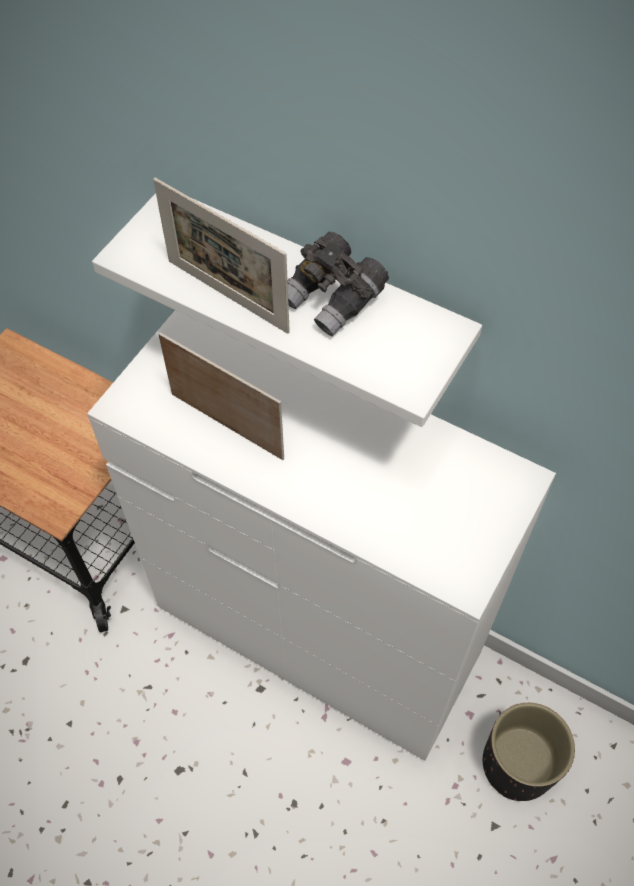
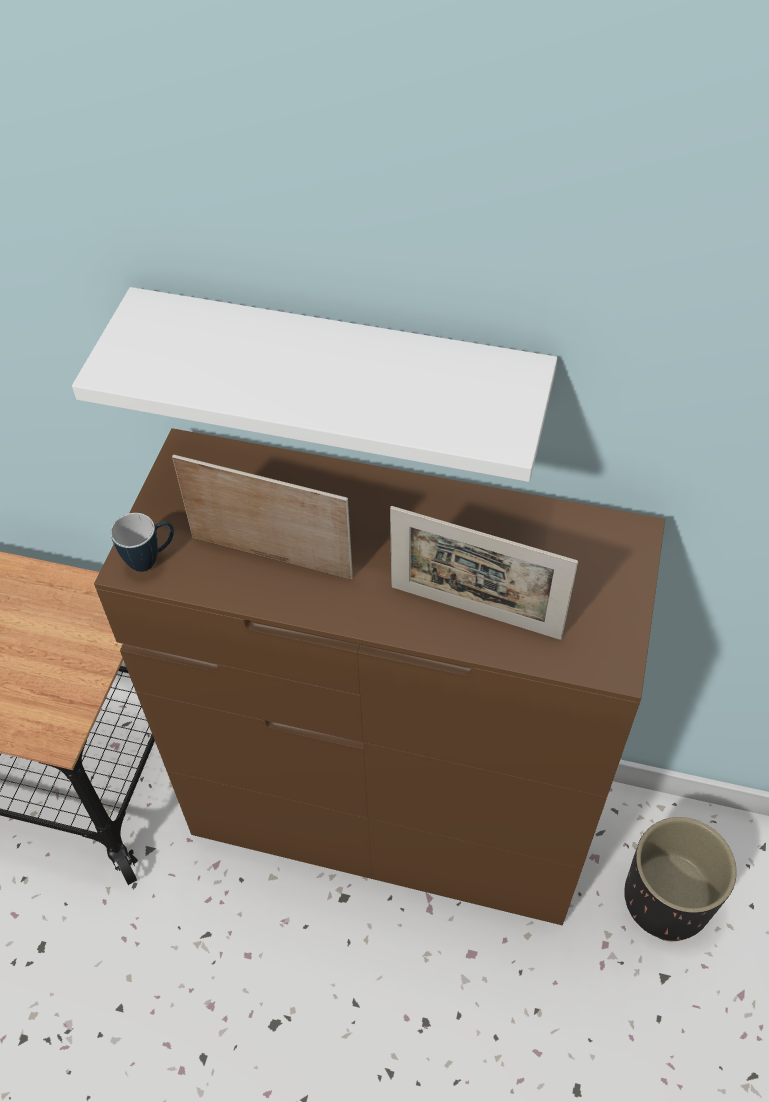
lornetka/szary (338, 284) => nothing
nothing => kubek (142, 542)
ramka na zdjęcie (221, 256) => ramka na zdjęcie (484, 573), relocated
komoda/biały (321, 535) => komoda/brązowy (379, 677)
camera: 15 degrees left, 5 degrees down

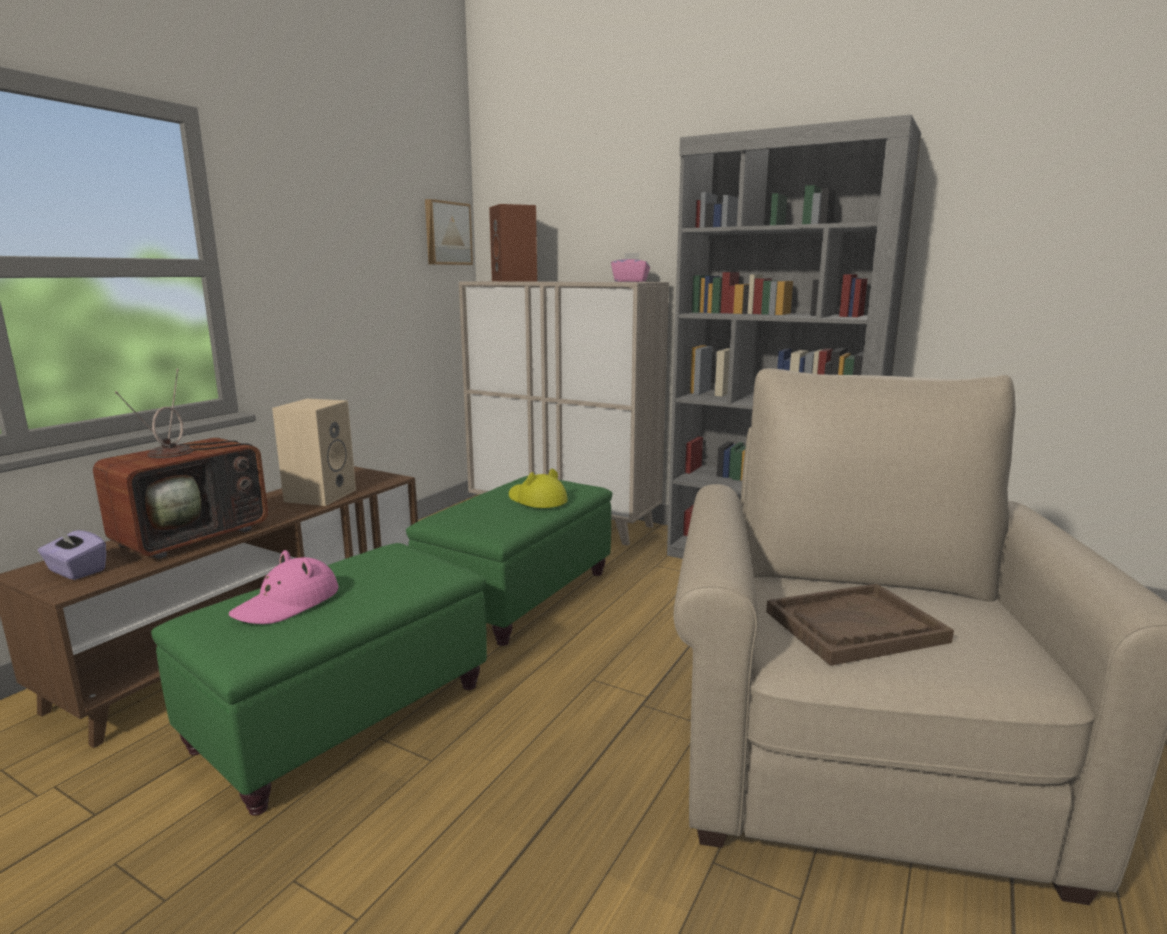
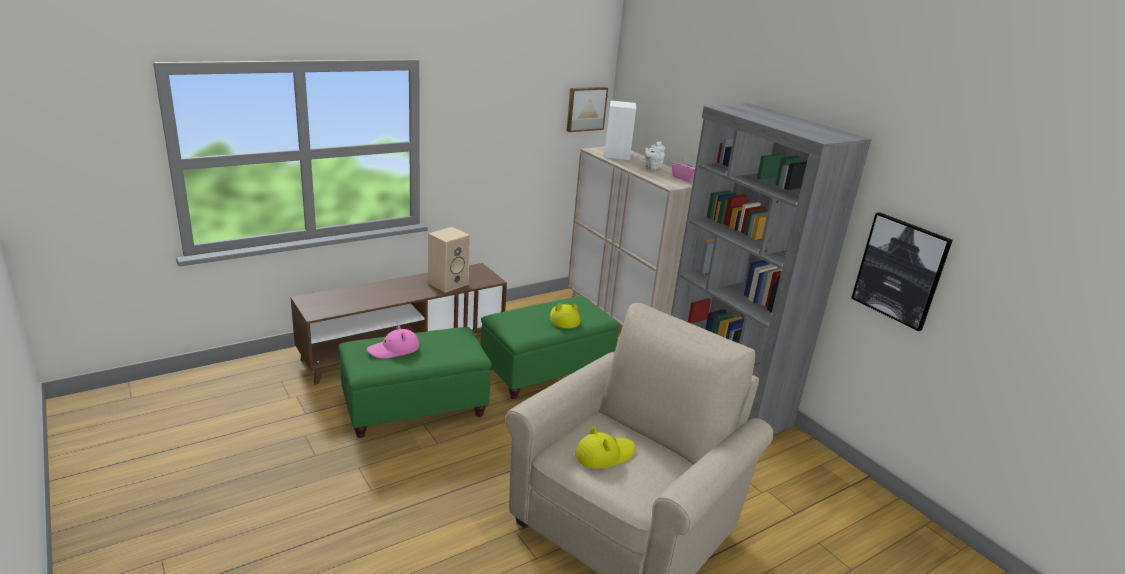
pudełko chusteczek/fioletowy (72, 553) => nothing
telewizor (181, 464) => nothing
nothing => imbryk/biały (655, 155)
nothing => obraz (902, 271)
taca/brązowy (860, 625) => kapelusz/żółty (605, 448)
głośnik/brązowy (513, 243) => głośnik/biały (620, 130)
camera: 25 degrees right, 10 degrees up

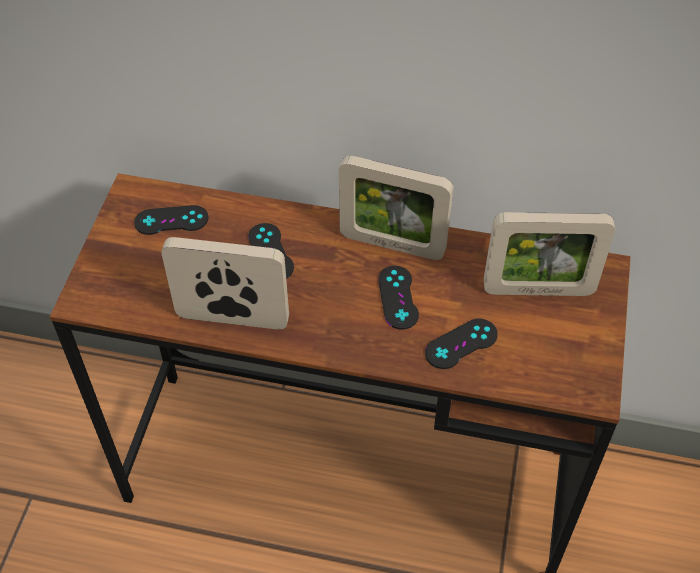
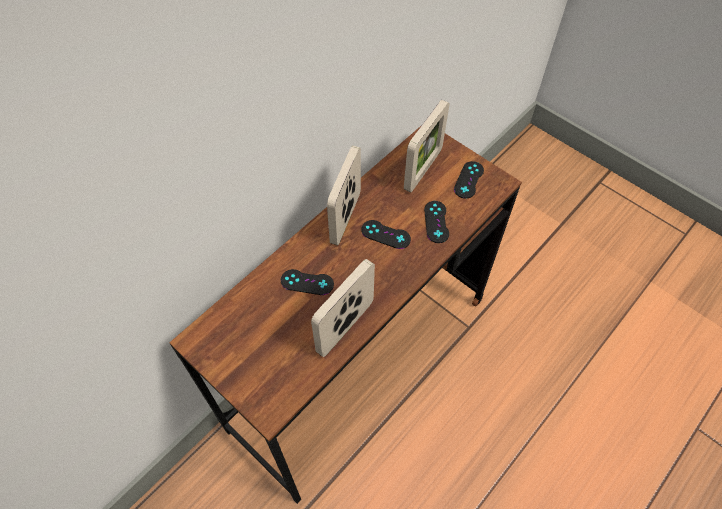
pad do gier/czarny (171, 220) => pad do gier/czarny (469, 180), relocated
ramka na zdjęcie (396, 208) => ramka na zdjęcie (344, 195), 150 degrees clockwise
camera: 60 degrees left, 5 degrees up

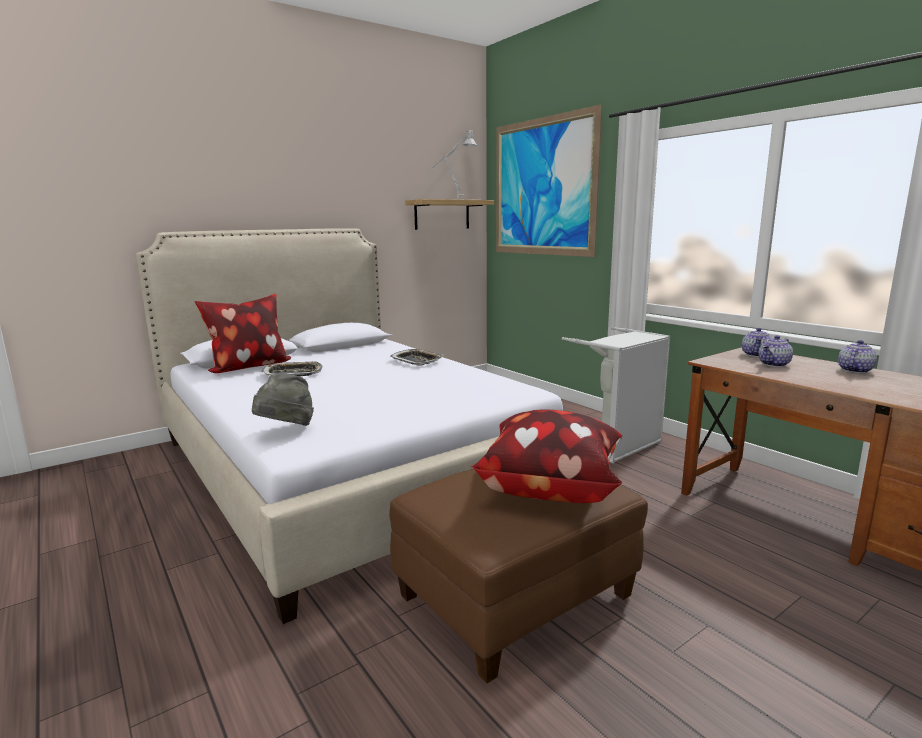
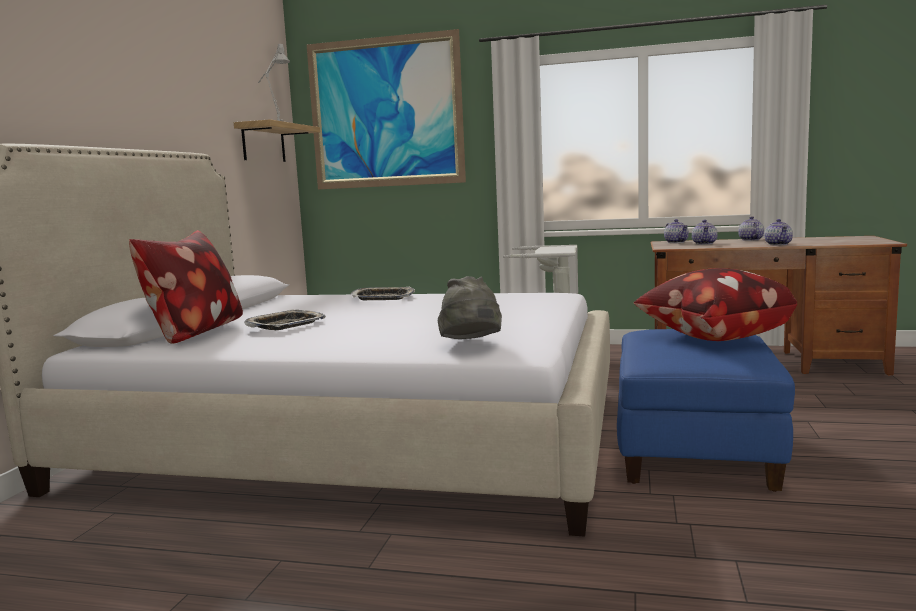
nothing => imbryk (778, 232)
pufa/brązowy (518, 576) => pufa/niebieski (706, 410)
camera: 40 degrees left, 5 degrees down

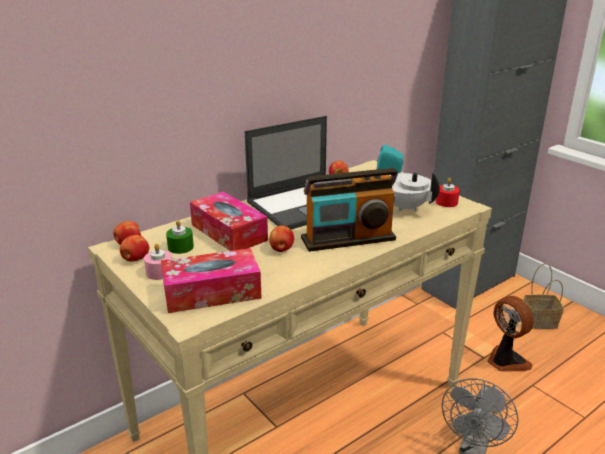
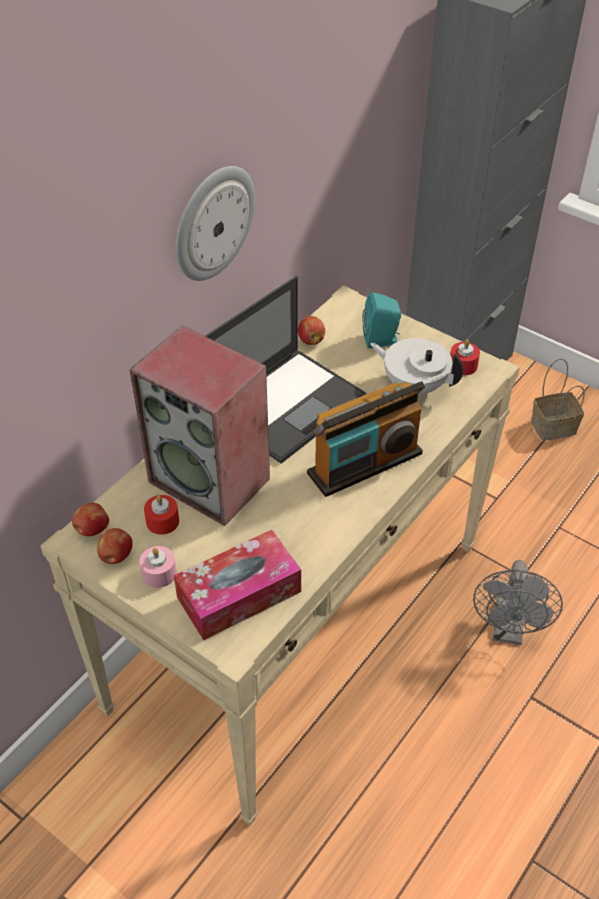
jabłko (281, 238) => nothing
wentylator (510, 334) => nothing
nothing => zegar ścienny (215, 223)
pudełko chusteczek (229, 221) => głośnik (200, 425)
świeca/zielony (180, 237) => świeca/czerwony (161, 515)
camera: 15 degrees left, 20 degrees up

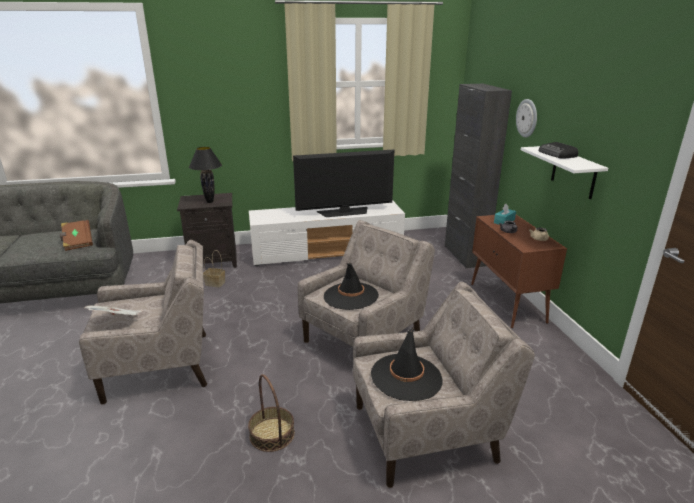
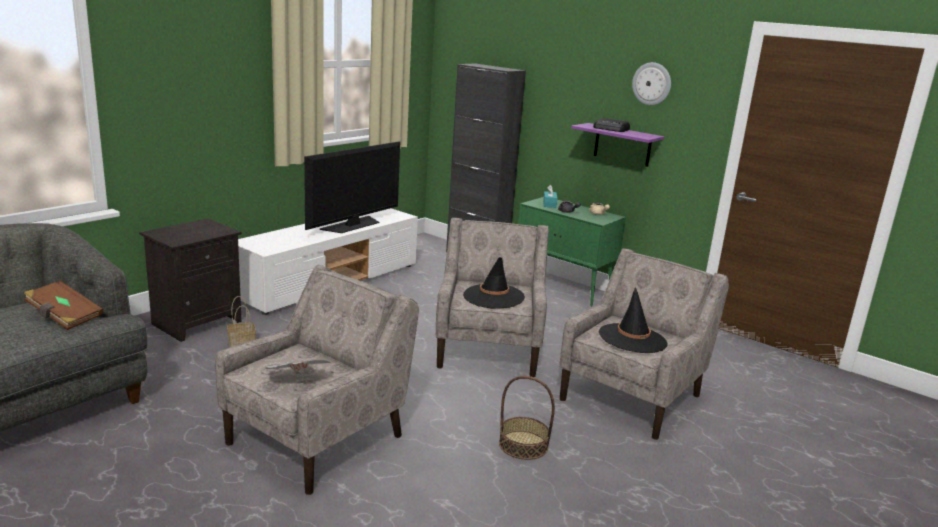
lampa stołowa/czarny (205, 175) => nothing
zegar ścienny (526, 118) => zegar ścienny (651, 83), relocated
szafka/brązowy (519, 271) => szafka/zielony (572, 251)
półka/biały (564, 172) => półka/fioletowy (617, 145)
camera: 40 degrees left, 5 degrees down

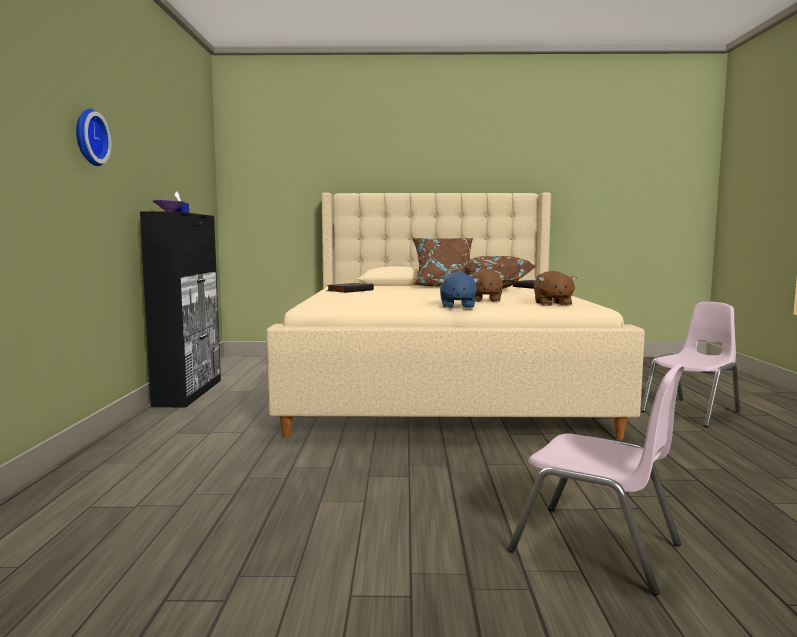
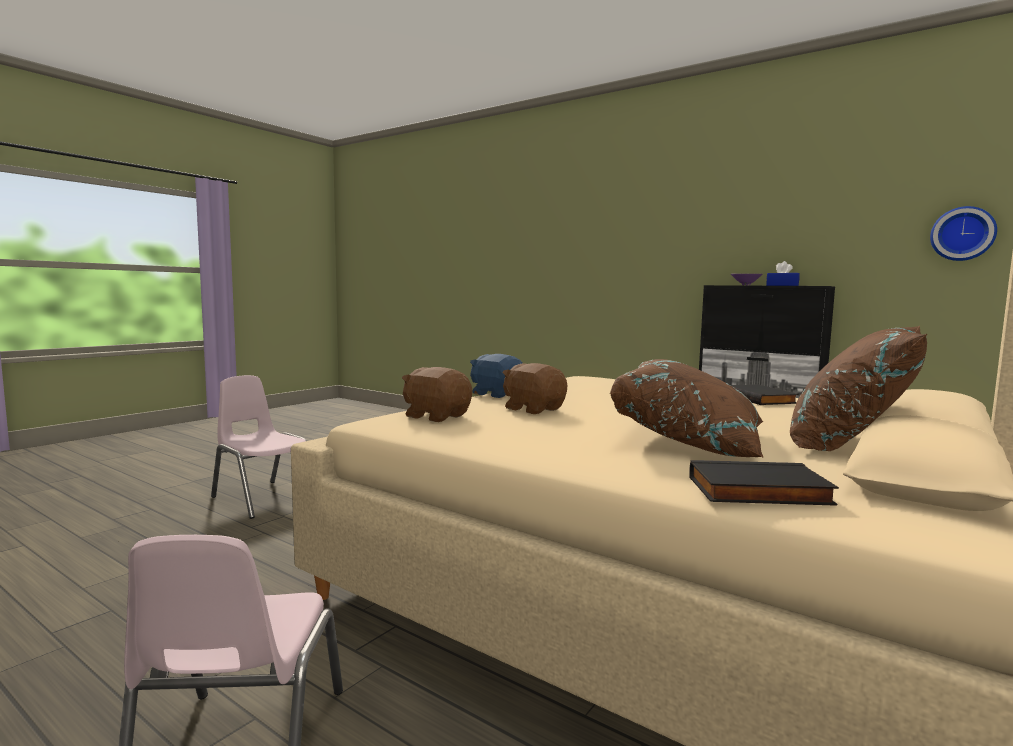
zegar ścienny (93, 137) => zegar ścienny (963, 233), relocated
krzesło/różowy (596, 479) => krzesło/różowy (259, 447), 60 degrees clockwise
camera: 125 degrees right, 0 degrees up

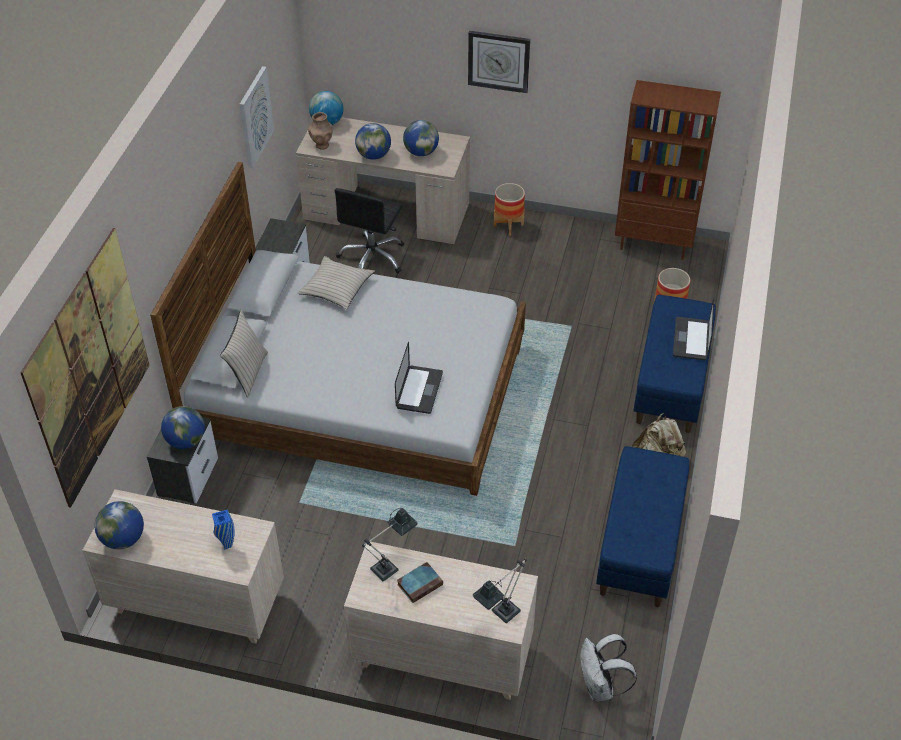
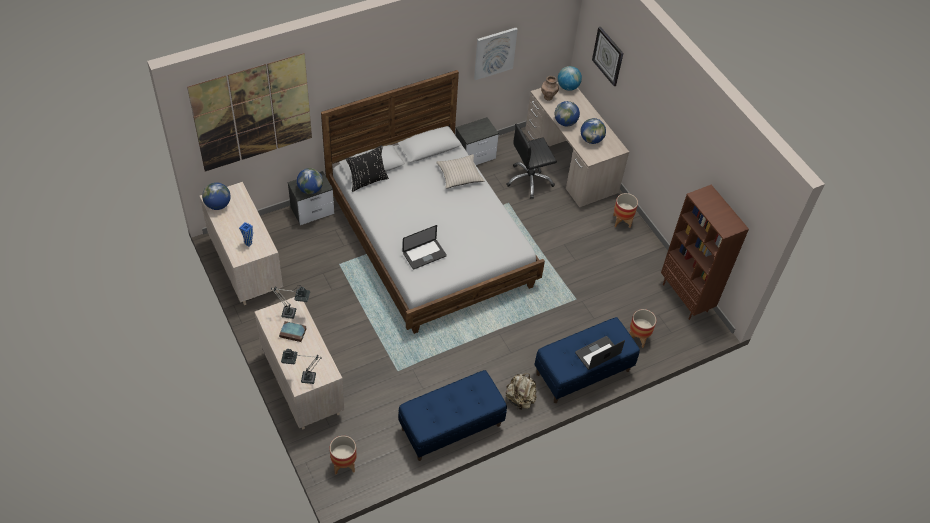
zegar ścienny (499, 62) => zegar ścienny (607, 56), relocated
plecak/biały (608, 667) => donica (343, 455)
poduszka/beżowy (244, 354) => poduszka/czarny (367, 168)
camera: 45 degrees right, 5 degrees up

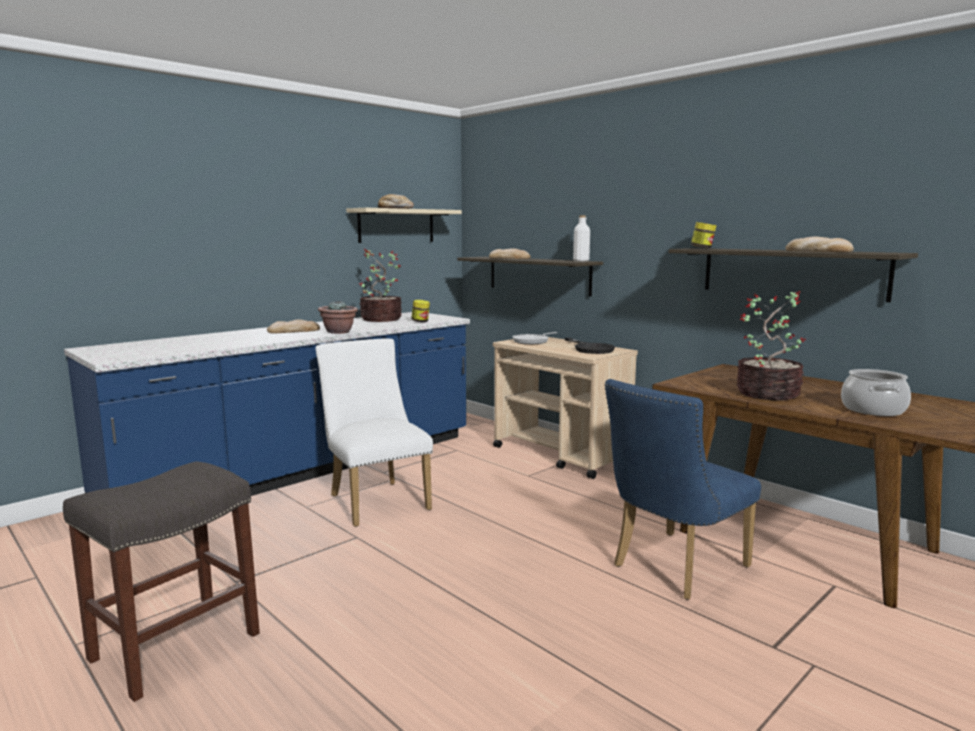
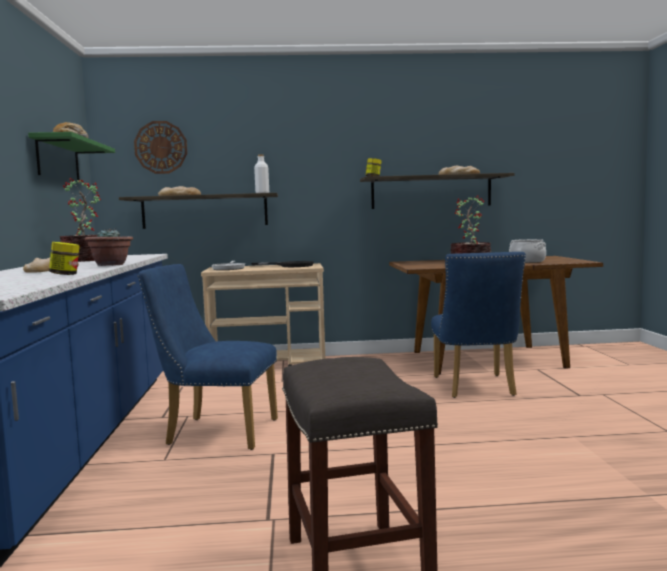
nothing => zegar ścienny (160, 147)
słoik (420, 311) => słoik (64, 258), relocated
krzesło/biały (374, 433) => krzesło/niebieski (208, 357)
półka/beżowy (404, 225) => półka/zielony (71, 156)
camera: 50 degrees left, 5 degrees down

